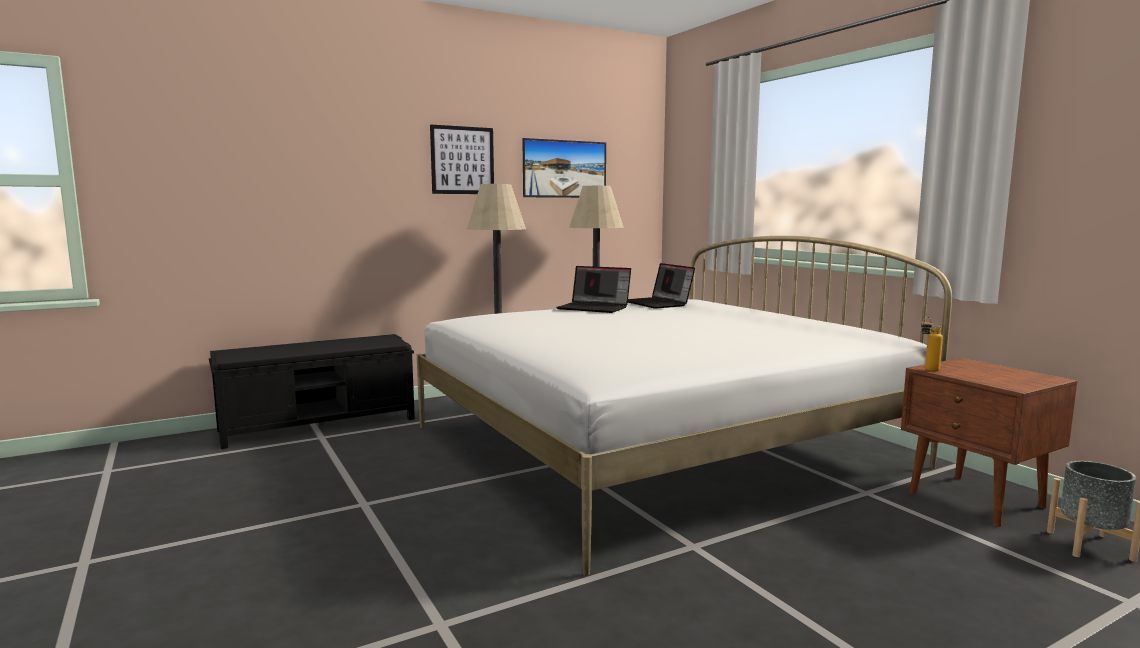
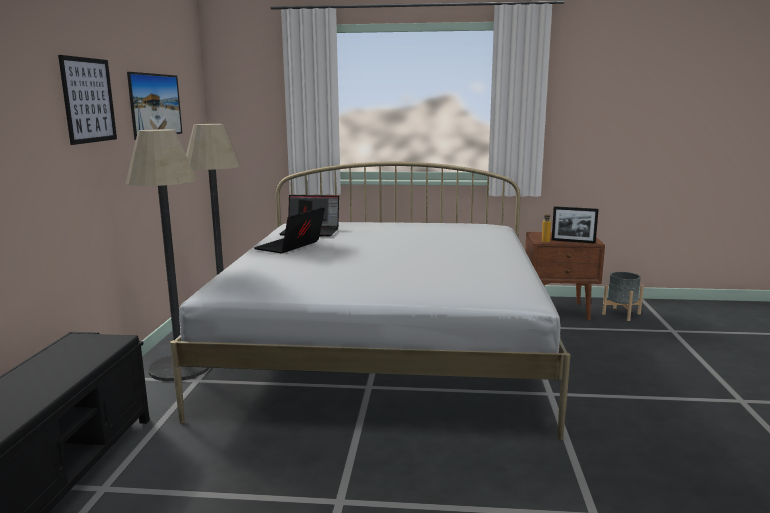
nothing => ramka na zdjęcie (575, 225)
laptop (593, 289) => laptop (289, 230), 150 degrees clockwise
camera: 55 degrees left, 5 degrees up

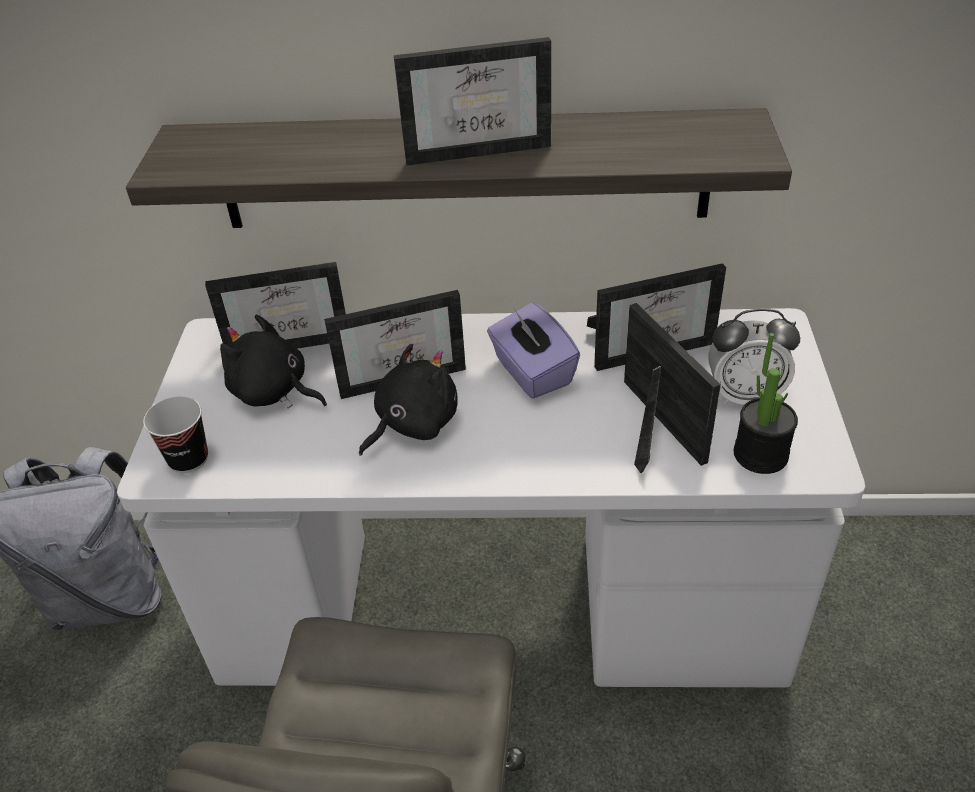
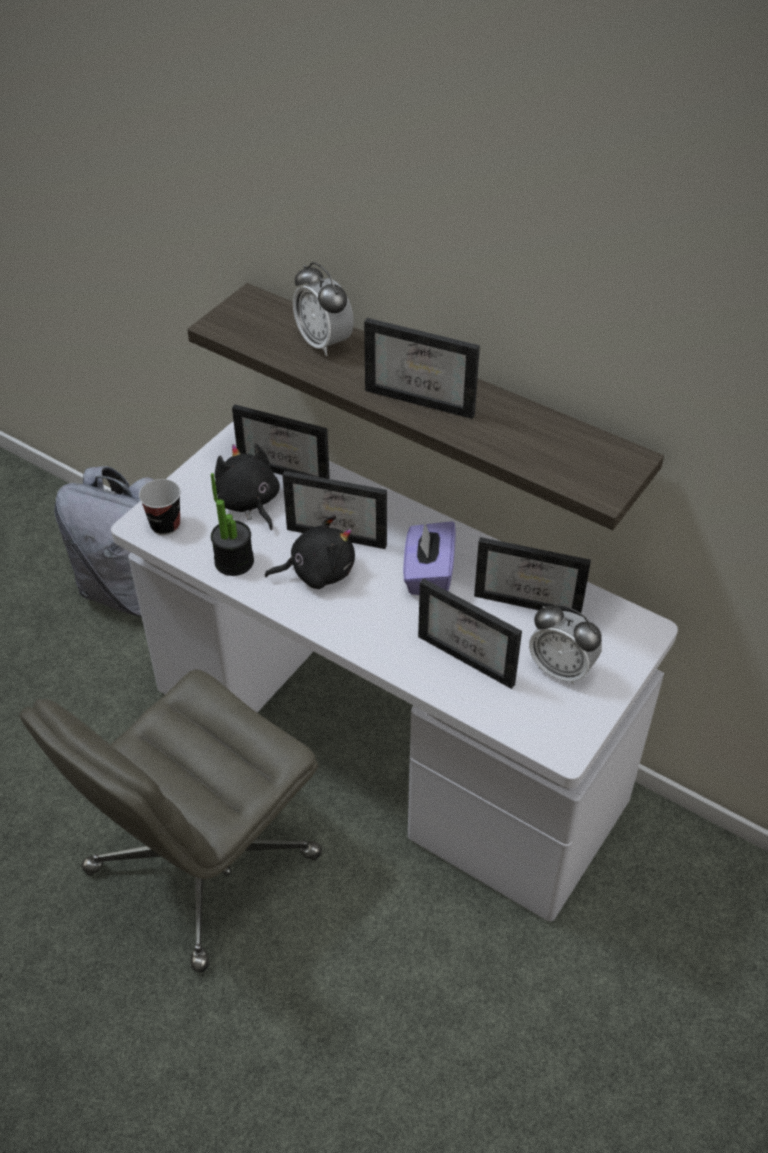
nothing => budzik (323, 309)
roślina doniczkowa (766, 403) => roślina doniczkowa (232, 524), relocated
ramka na zdjęcie (672, 388) => ramka na zdjęcie (470, 634), 120 degrees clockwise
camera: 30 degrees right, 5 degrees up

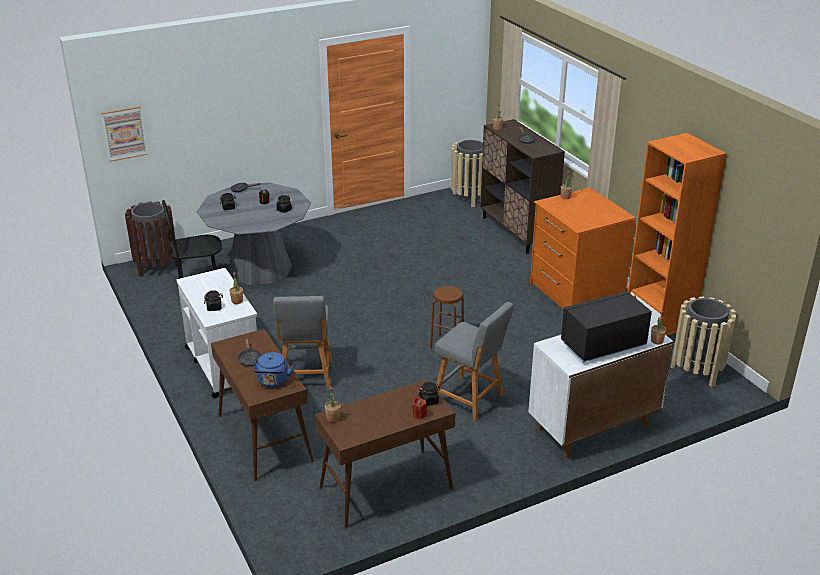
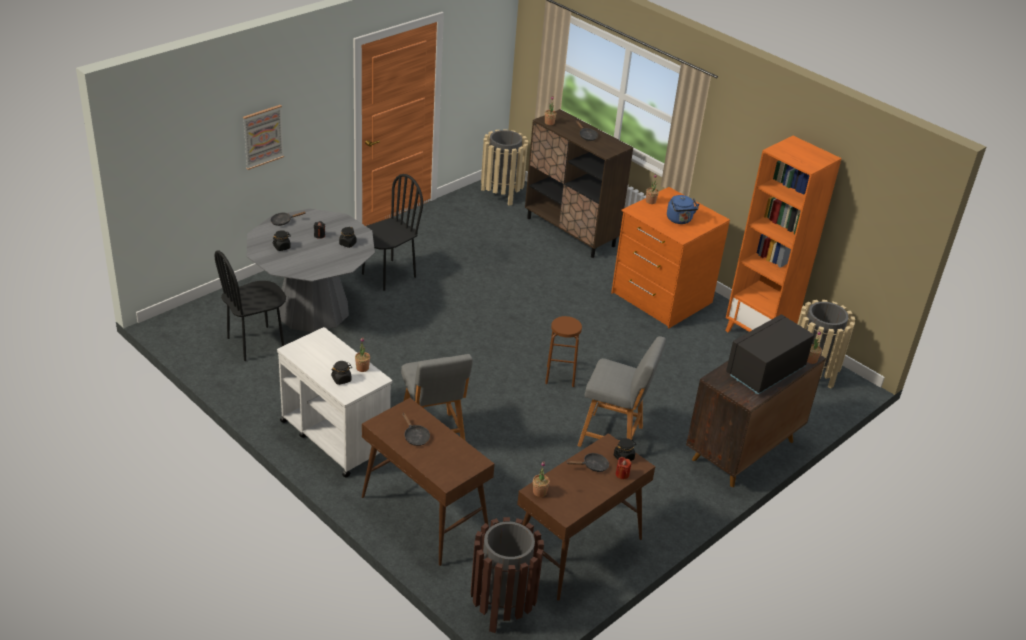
nothing => krzesło/czarny (392, 232)
nothing => patelnia/czarny (587, 462)
obraz (124, 134) => obraz (263, 137), relocated
kosz na śmieci/brązowy (151, 239) => kosz na śmieci/brązowy (507, 575), relocated
czajnik/niebieski (273, 370) => czajnik/niebieski (683, 209), relocated
szafka/biały (601, 391) => szafka/brązowy (756, 421)
camera: 20 degrees left, 5 degrees up

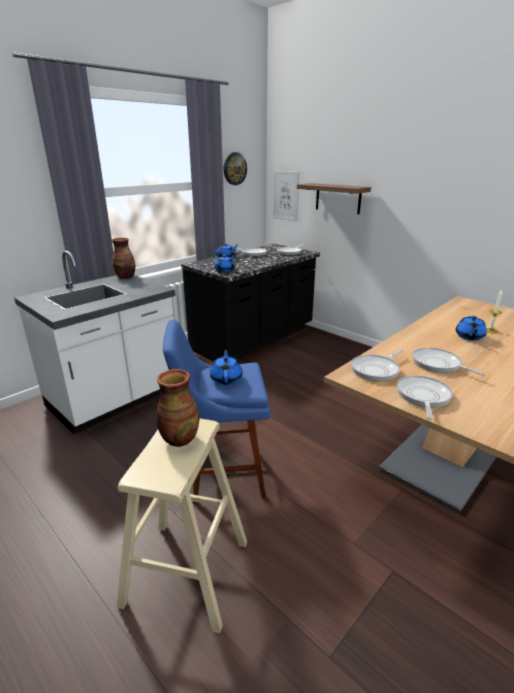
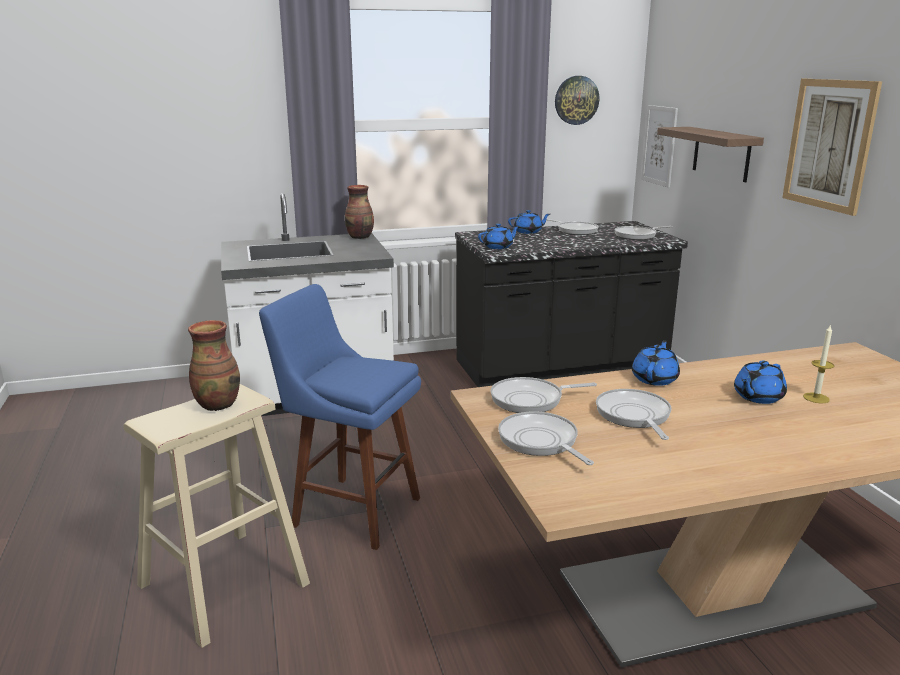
nothing => obraz (832, 147)
imbryk/niebieski (226, 367) => imbryk/niebieski (656, 363), relocated
patelnia (425, 397) => patelnia (546, 438), 75 degrees counterclockwise
camera: 30 degrees right, 5 degrees down

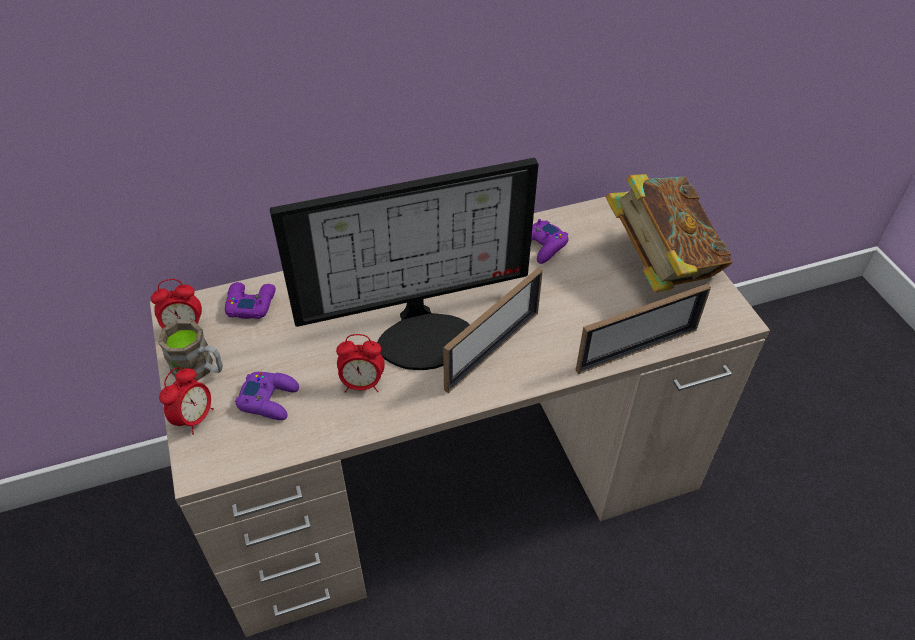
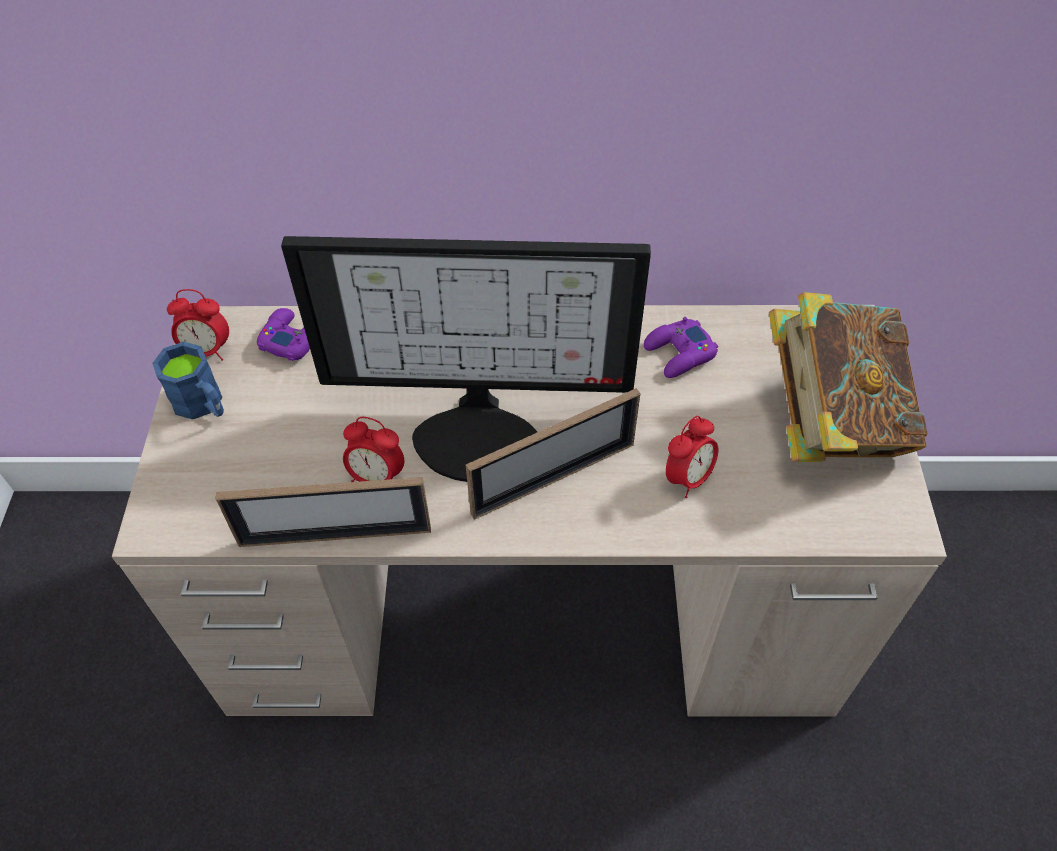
pad do gier/fioletowy (267, 396) => nothing
budzik (186, 401) => budzik (692, 457), relocated
ramka na zdjęcie (643, 329) => ramka na zdjęcie (323, 512), relocated
kubek/brązowy (190, 350) => kubek/niebieski (188, 381)
camera: 20 degrees right, 5 degrees up

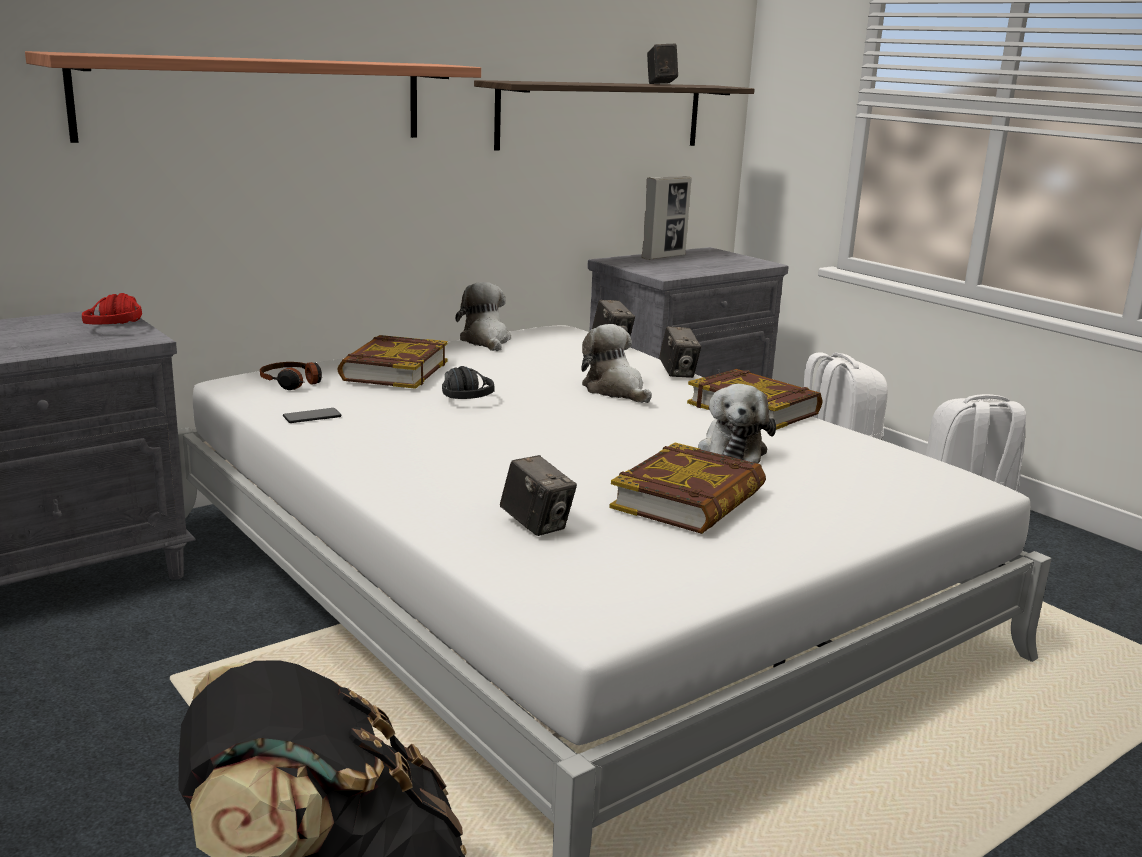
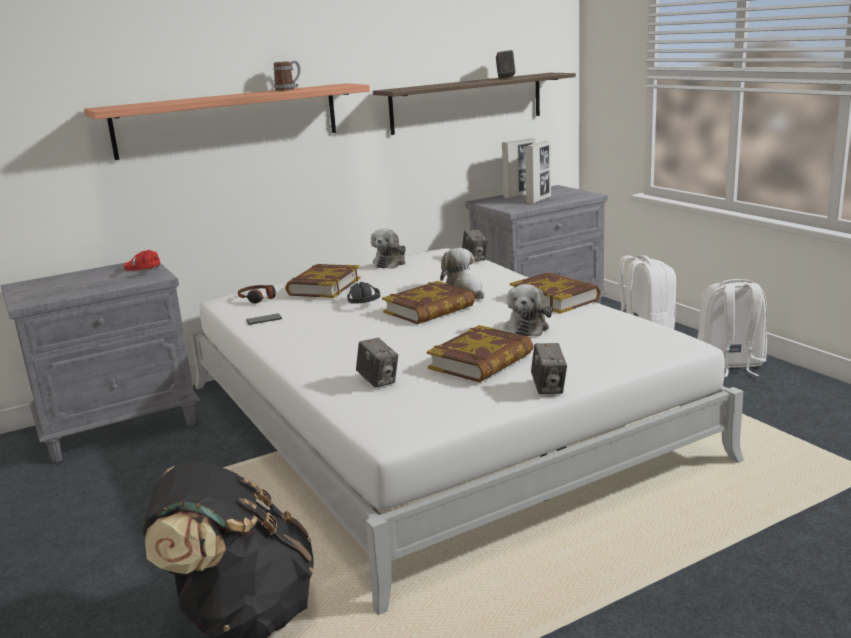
nothing => kubek (287, 76)
nothing => książka (428, 302)
nothing => ramka na zdjęcie (538, 172)
aparat fotograficzny (680, 352) => aparat fotograficzny (549, 368), relocated
pluszak (483, 316) => pluszak (388, 248), 150 degrees counterclockwise
camera: 10 degrees right, 0 degrees up

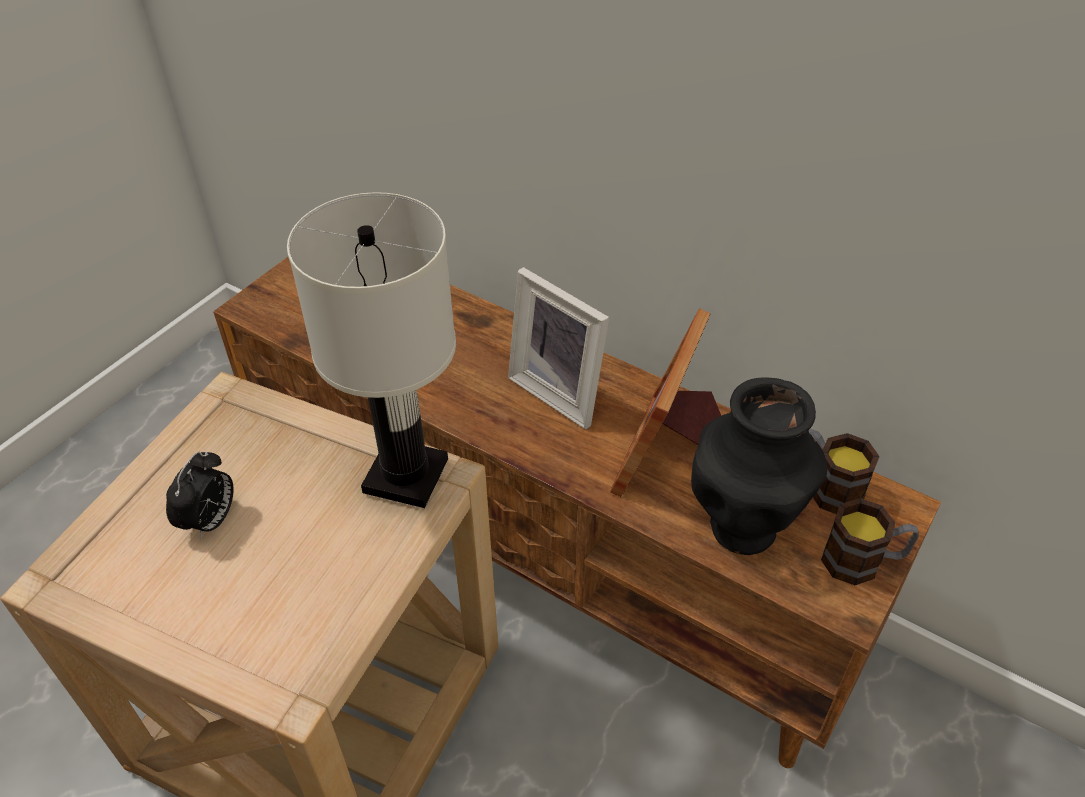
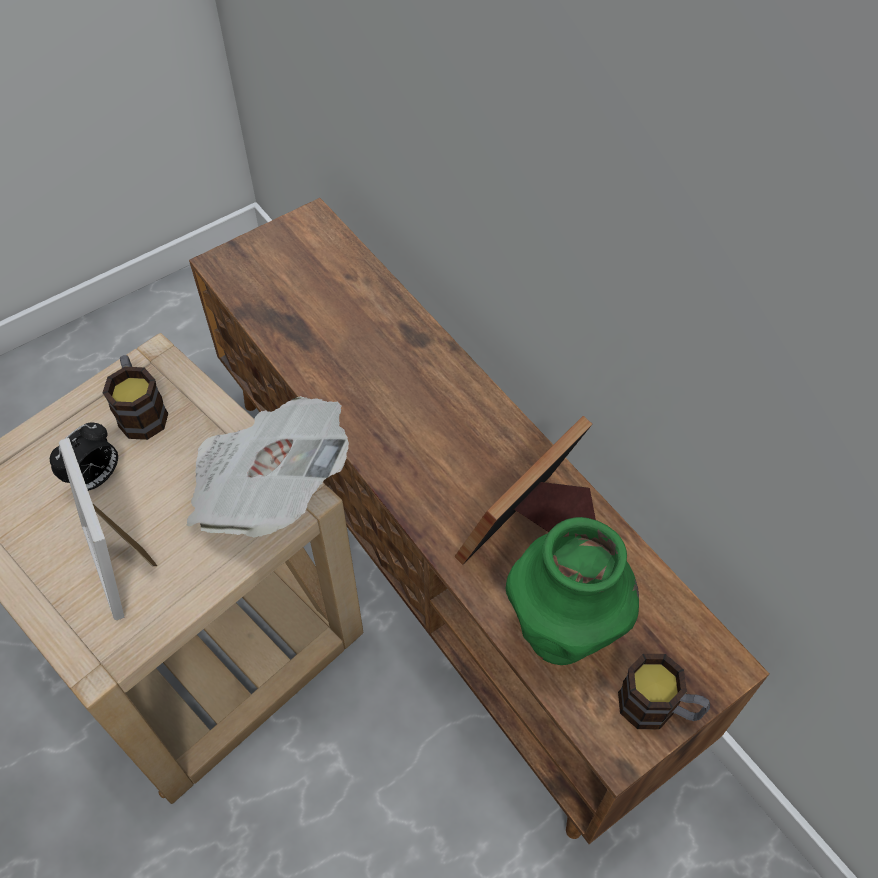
ramka na zdjęcie (558, 348) => ramka na zdjęcie (108, 529), relocated
kubek (844, 471) => kubek (135, 397), relocated
lampa stołowa/biały (371, 350) => gazeta (268, 467)
wazon/czarny (759, 466) => wazon/zielony (572, 591)
camera: 20 degrees right, 10 degrees up

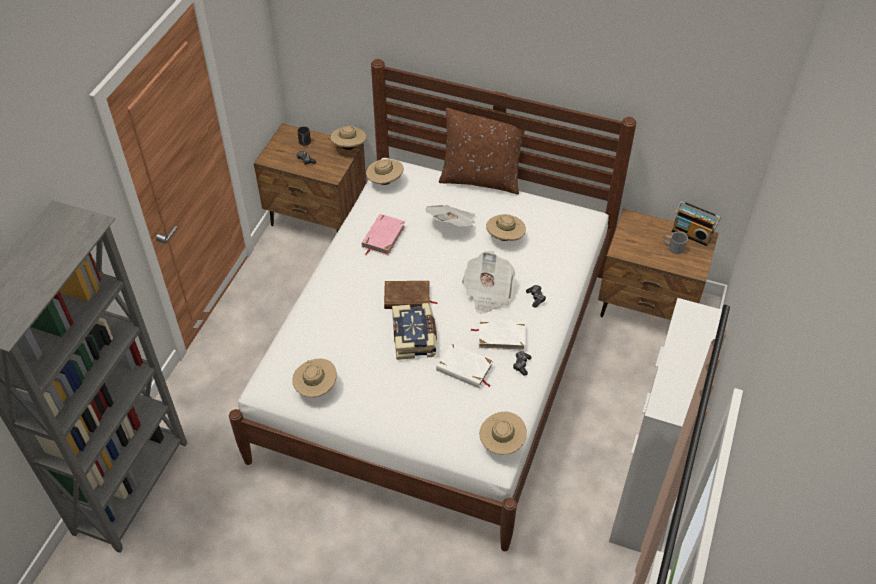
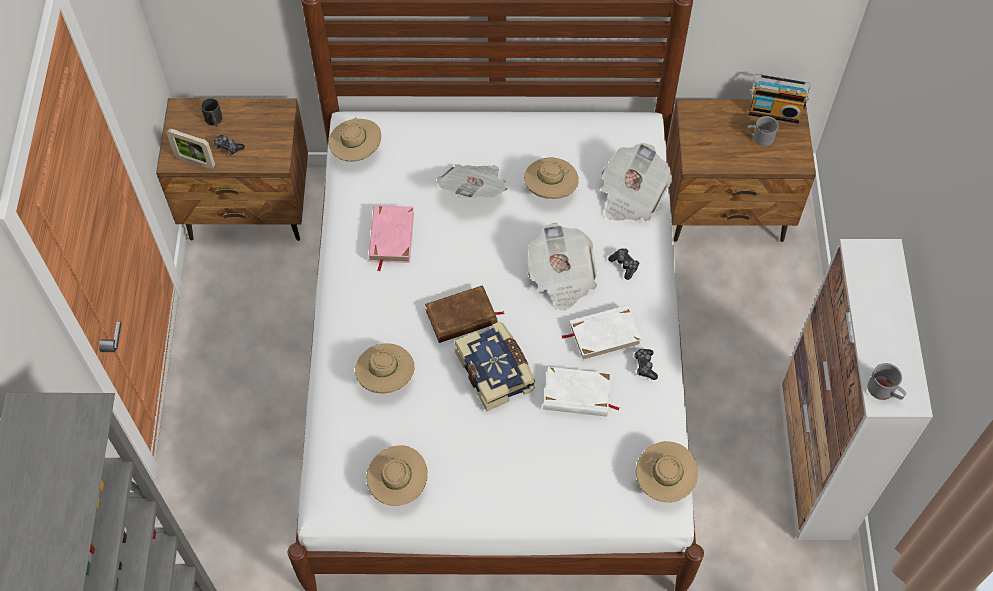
poduszka/brązowy (482, 151) => nothing
nothing => ramka na zdjęcie (191, 148)
nothing => gazeta (636, 182)
nothing => kubek/szary (886, 381)
kapelusz/beżowy (348, 138) => kapelusz/beżowy (385, 368), relocated
camera: 20 degrees left, 10 degrees up

